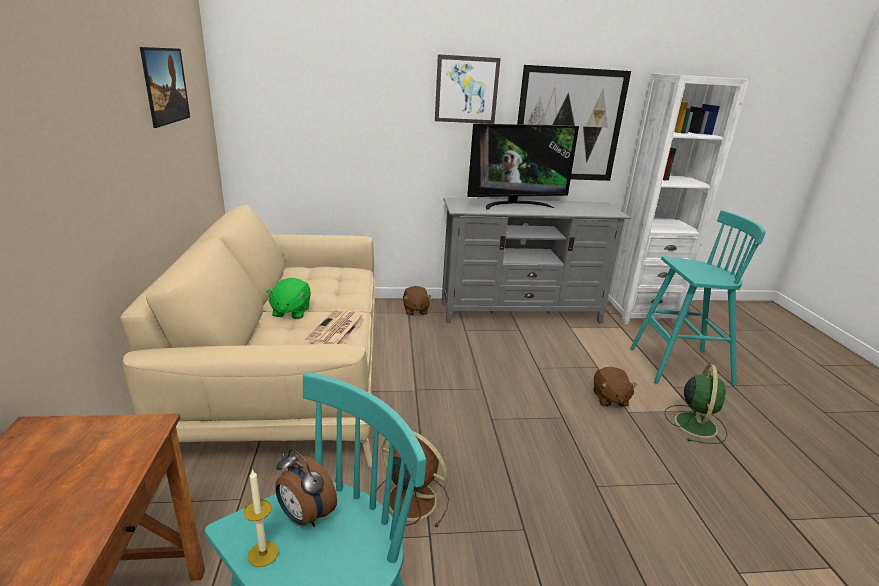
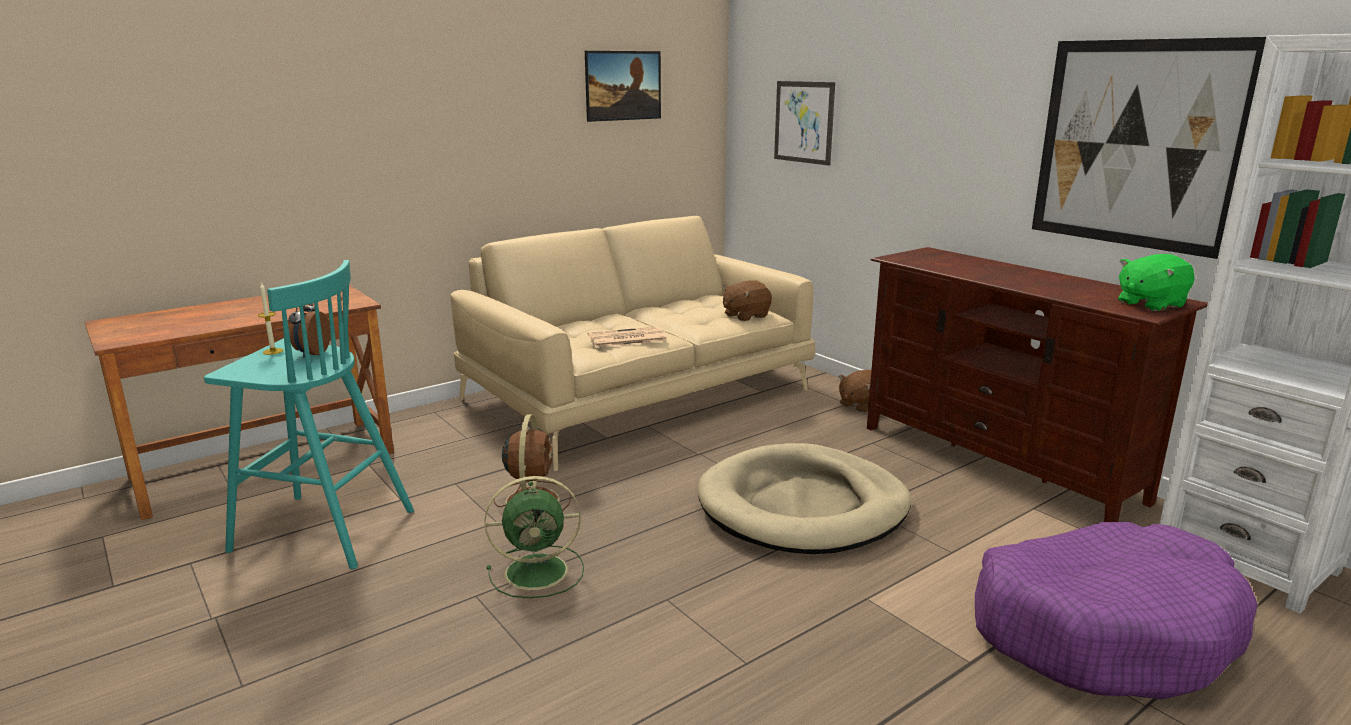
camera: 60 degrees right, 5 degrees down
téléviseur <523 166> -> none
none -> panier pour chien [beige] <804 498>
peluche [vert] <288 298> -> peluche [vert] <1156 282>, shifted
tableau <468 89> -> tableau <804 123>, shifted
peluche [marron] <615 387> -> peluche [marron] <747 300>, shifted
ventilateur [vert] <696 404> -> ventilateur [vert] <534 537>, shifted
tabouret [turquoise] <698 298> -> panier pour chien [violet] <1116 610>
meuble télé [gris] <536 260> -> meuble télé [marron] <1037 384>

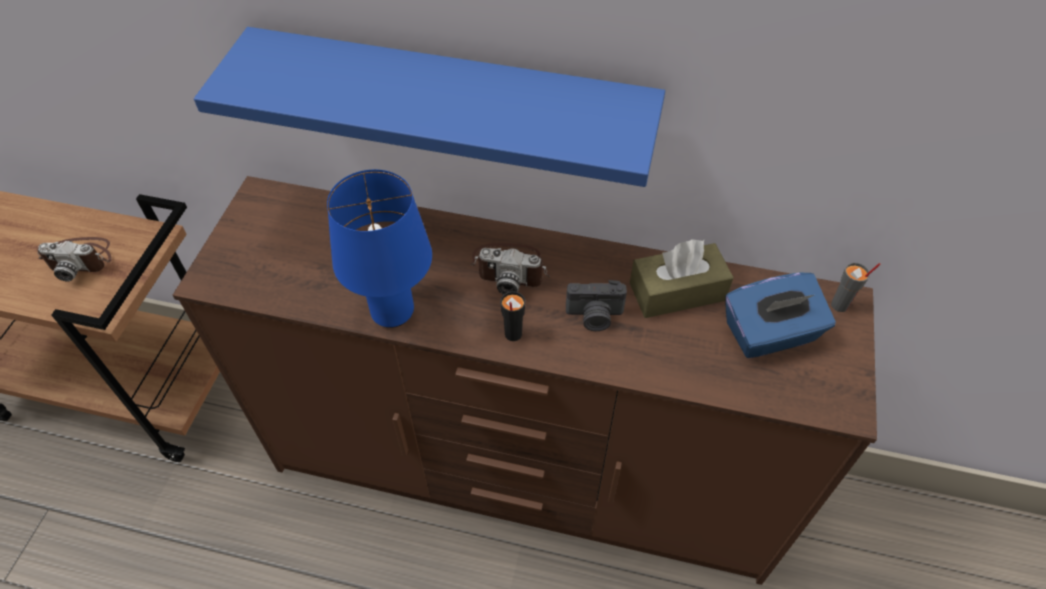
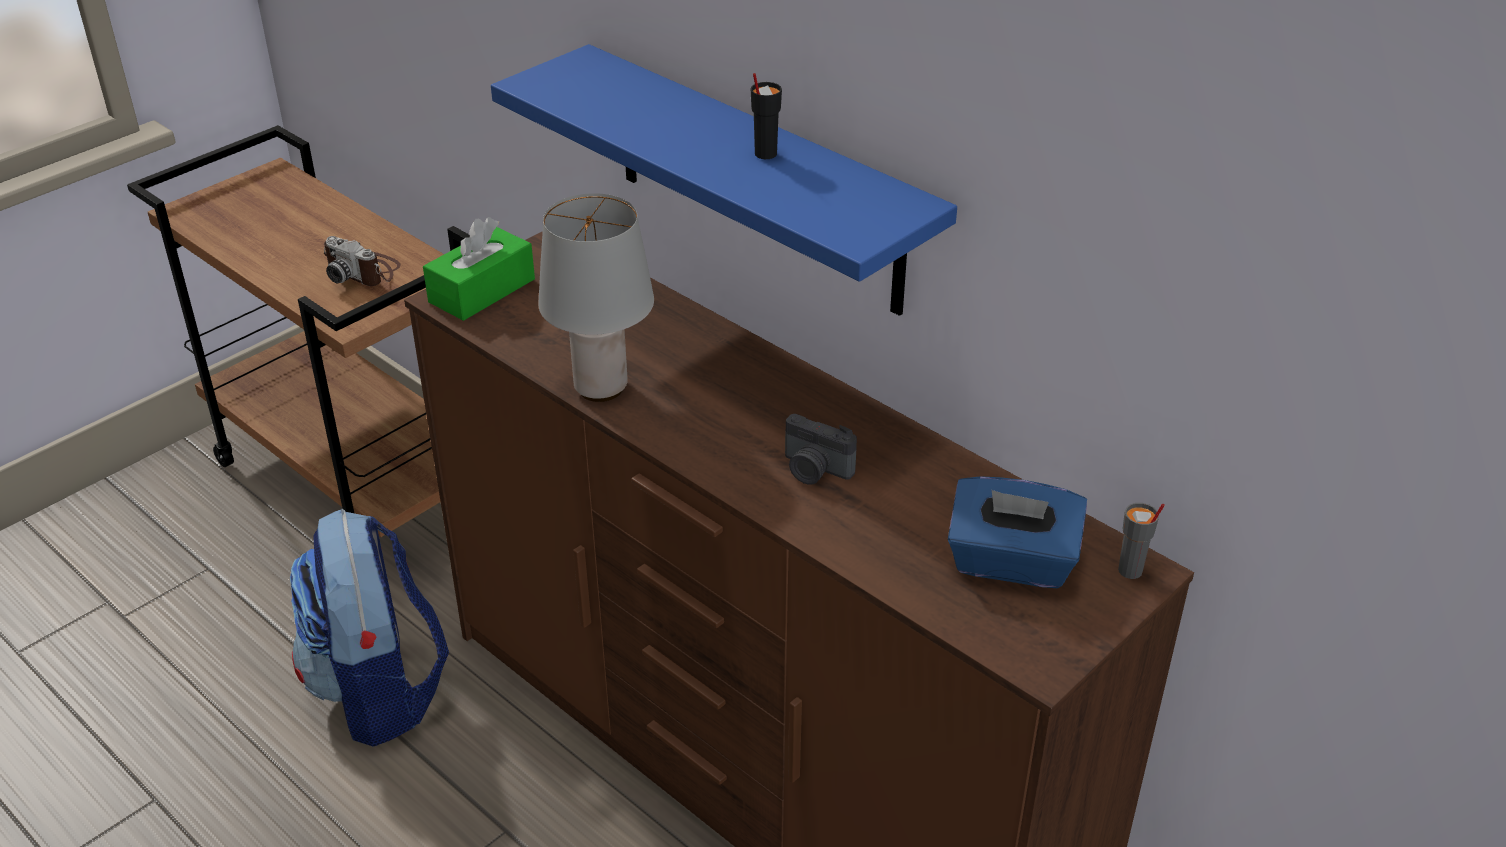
camera: 30 degrees right, 15 degrees down
appareil photo <511 269> -> none
boîte à mouchoirs [marron] <682 278> -> none
none -> sac à dos <369 628>
none -> boîte à mouchoirs [vert] <479 269>
tasse [noir] <512 316> -> tasse [noir] <766 116>, shifted
lampe de table [bleu] <379 249> -> lampe de table [gris] <596 297>

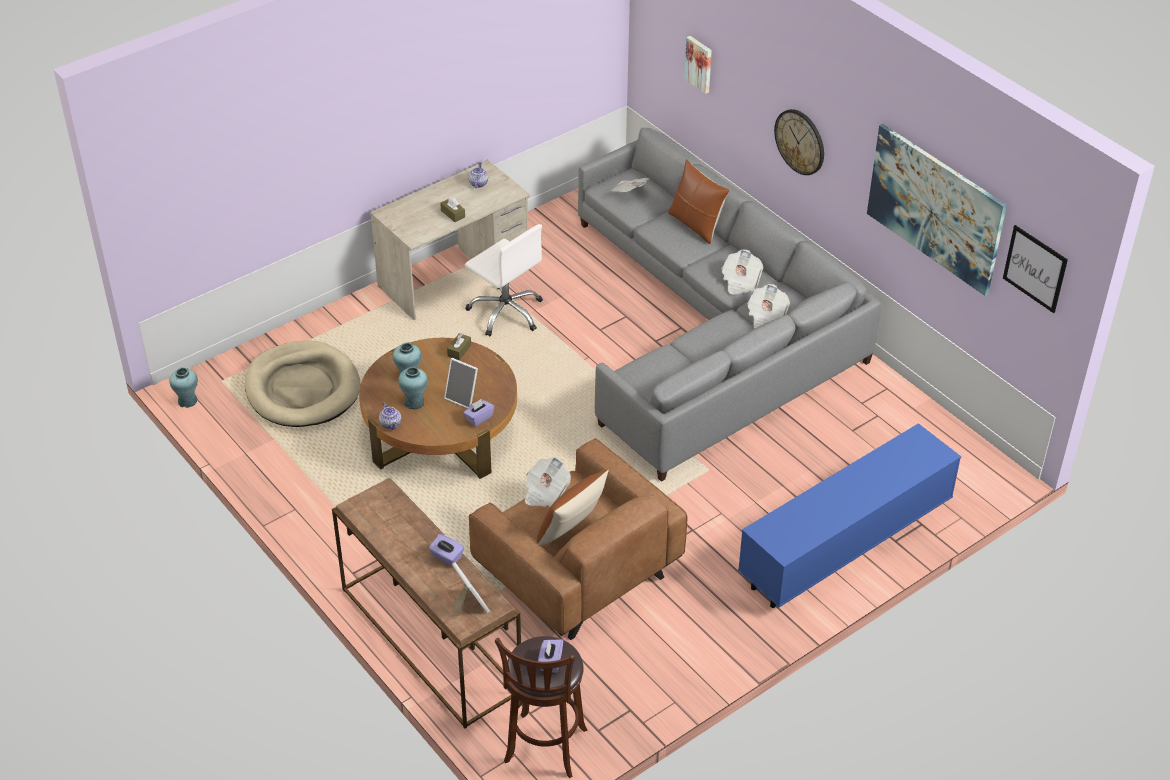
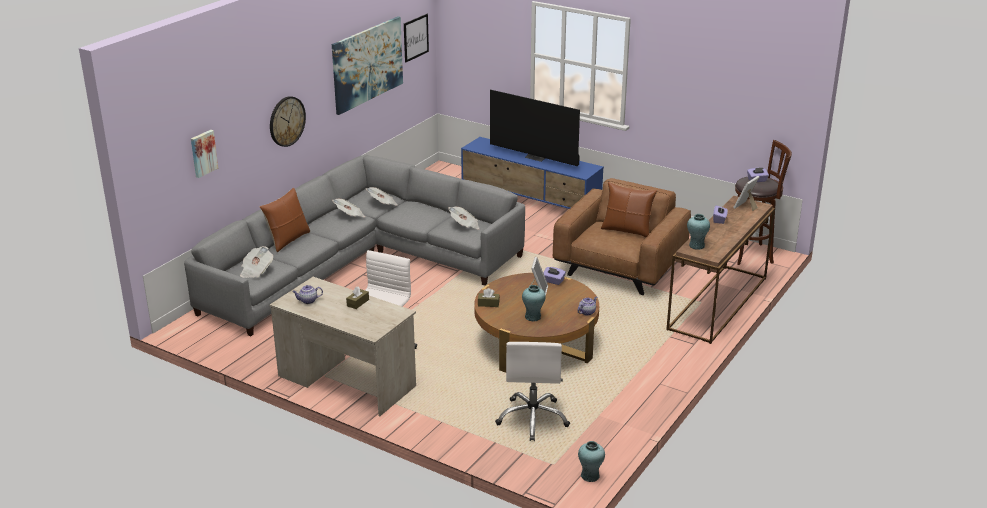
camera: 110 degrees left, 15 degrees down
none -> téléviseur <535 127>
vase [turquoise] <413 388> -> vase [turquoise] <698 232>, shifted
journal <548 482> -> journal <463 218>, shifted
panier pour chien [beige] <303 384> -> chaise de bureau [blanc] <532 391>

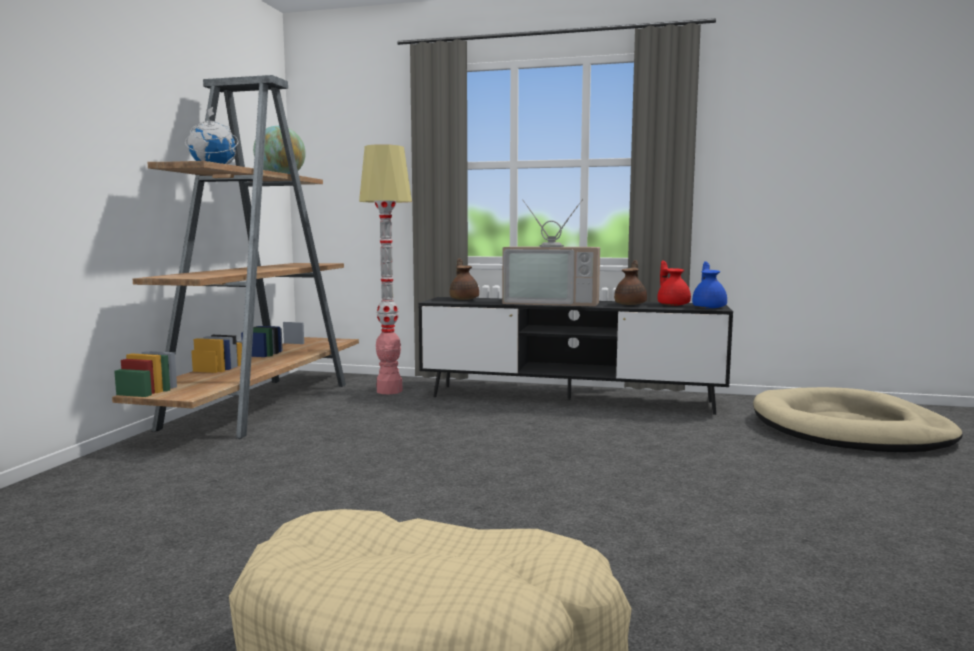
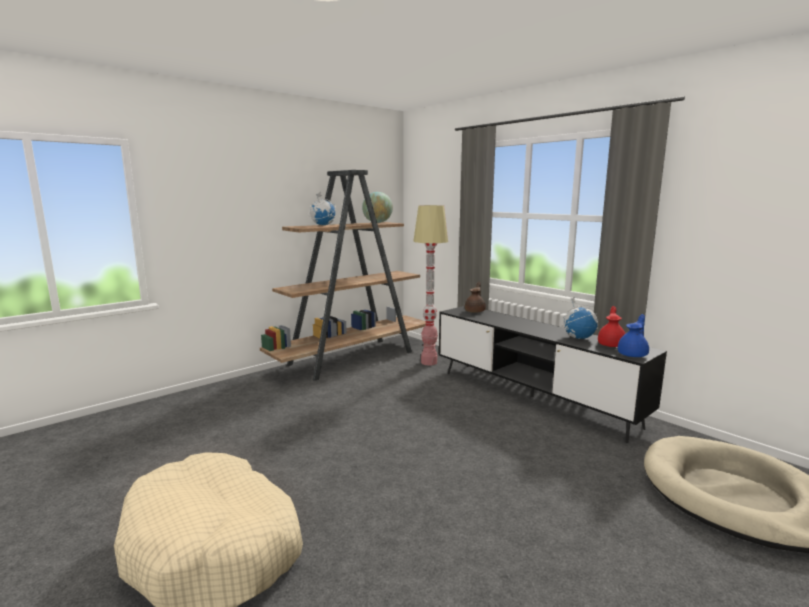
camera: 35 degrees right, 5 degrees up
téléviseur <551 252> -> none
théière [marron] <630 282> -> globe <580 318>

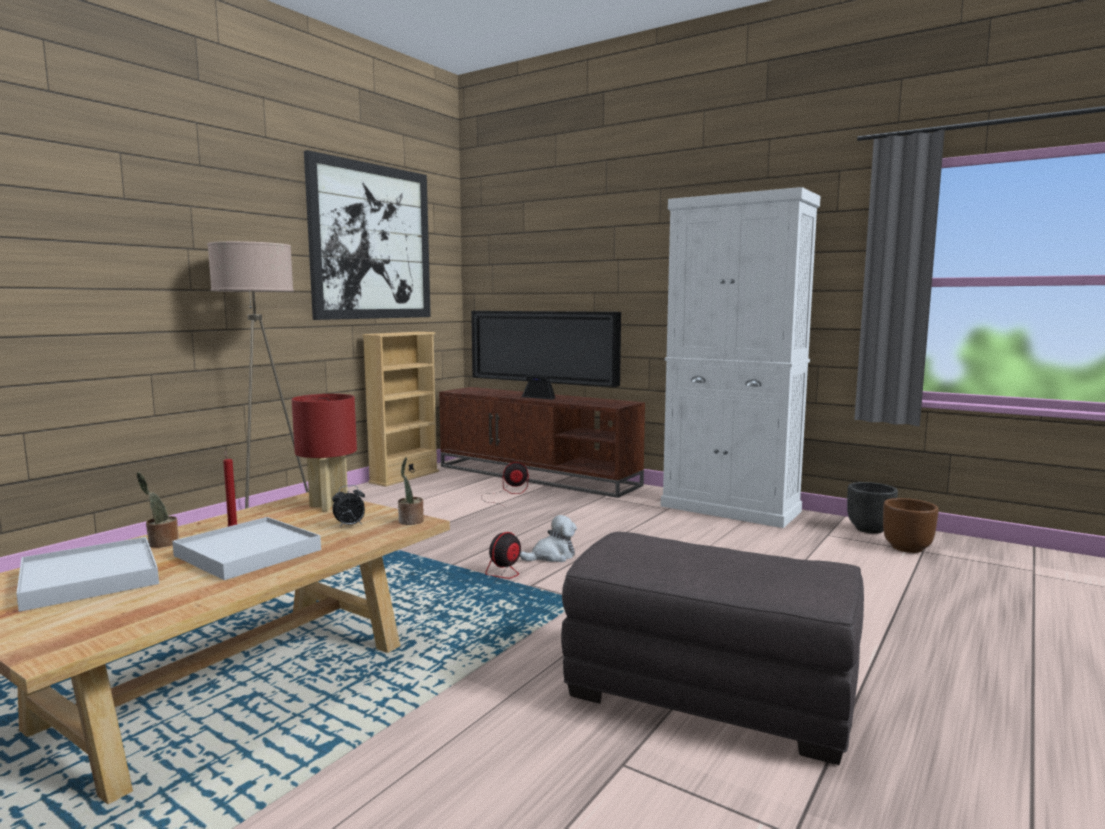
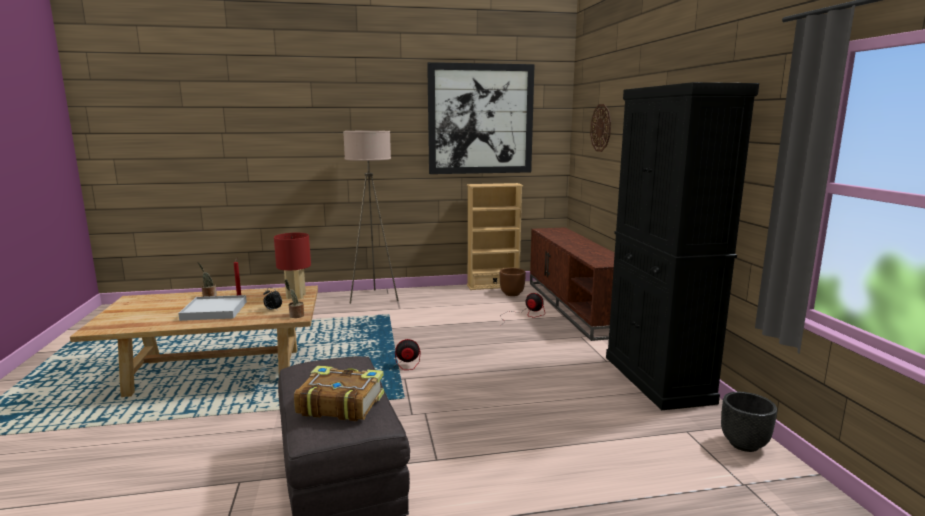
camera: 45 degrees right, 5 degrees up
plateau [blanc] <87 574> -> none
téléviseur <546 355> -> none
peluche <548 538> -> none
none -> livre <339 393>
none -> horloge murale <600 128>
cache-pot [marron] <911 525> -> cache-pot [marron] <513 282>, shifted
meuble de rangement [blanc] <740 357> -> meuble de rangement [noir] <682 246>

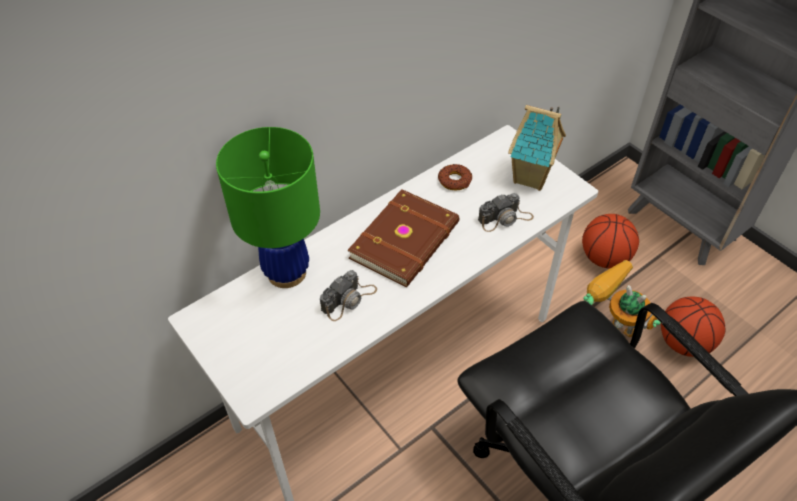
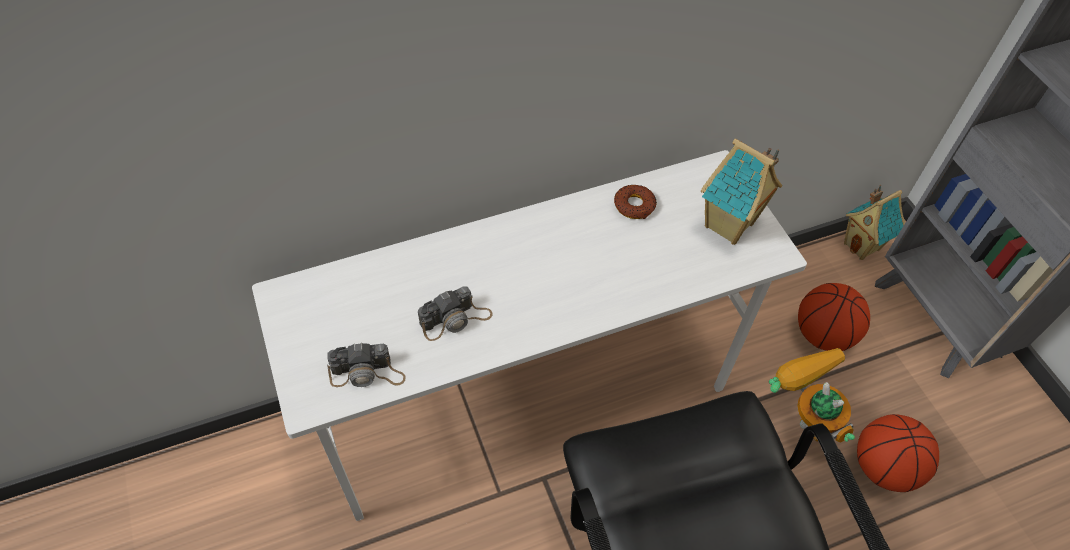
camera: 15 degrees right, 5 degrees up
lampe de table [vert] <268 207> -> none
livre [marron] <403 238> -> none
none -> maison miniature <874 222>
appareil photo <506 212> -> appareil photo <366 365>, shifted

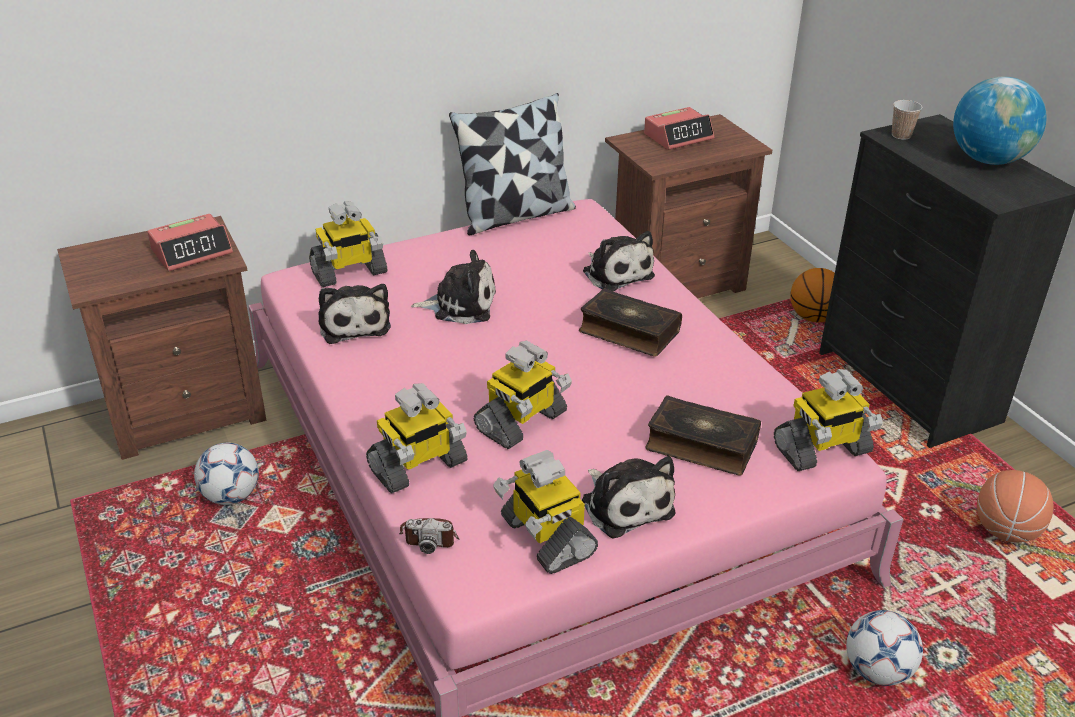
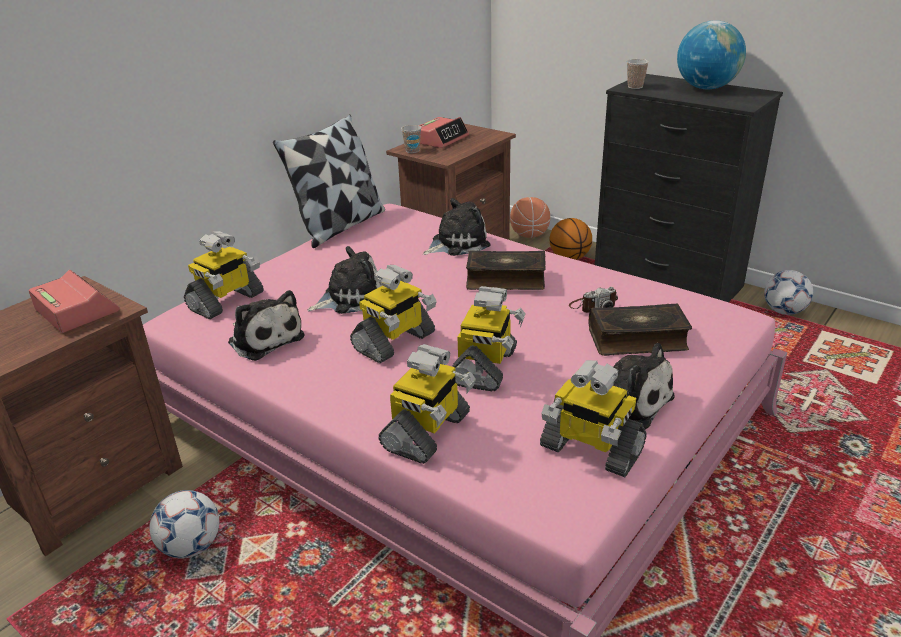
camera: 25 degrees left, 5 degrees down
none -> tasse <411 139>
appareil photo <429 536> -> appareil photo <593 300>, shifted
robot jouet <828 420> -> robot jouet <393 314>, shifted
ballon de foot <884 648> -> ballon de foot <788 292>, shifted
ballon de basket <1015 506> -> ballon de basket <530 217>, shifted
réveil <190 242> -> réveil <74 301>, 75 degrees counterclockwise
peluche <619 261> -> peluche <456 227>, 60 degrees counterclockwise

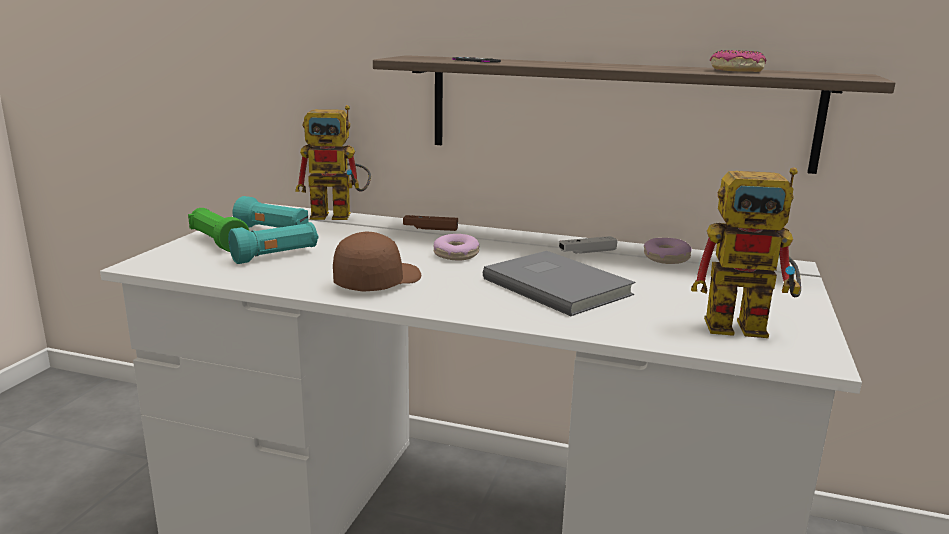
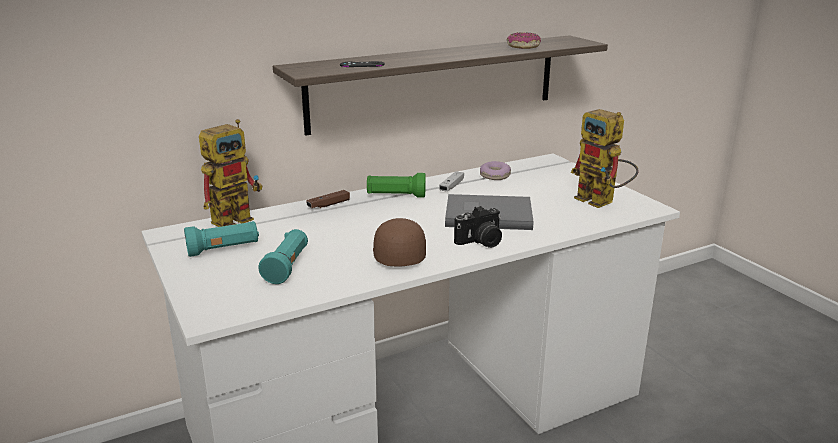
camera: 45 degrees left, 5 degrees up
beignet <456 247> -> none
none -> appareil photo <478 227>
lampe de poche [vert] <218 230> -> lampe de poche [vert] <396 185>, shifted
robot jouet <746 253> -> robot jouet <605 158>, 90 degrees clockwise

